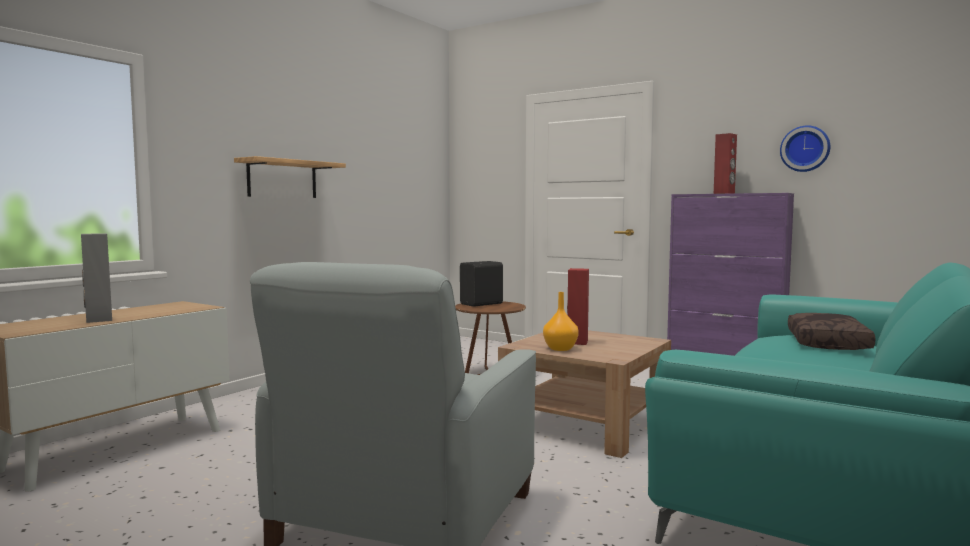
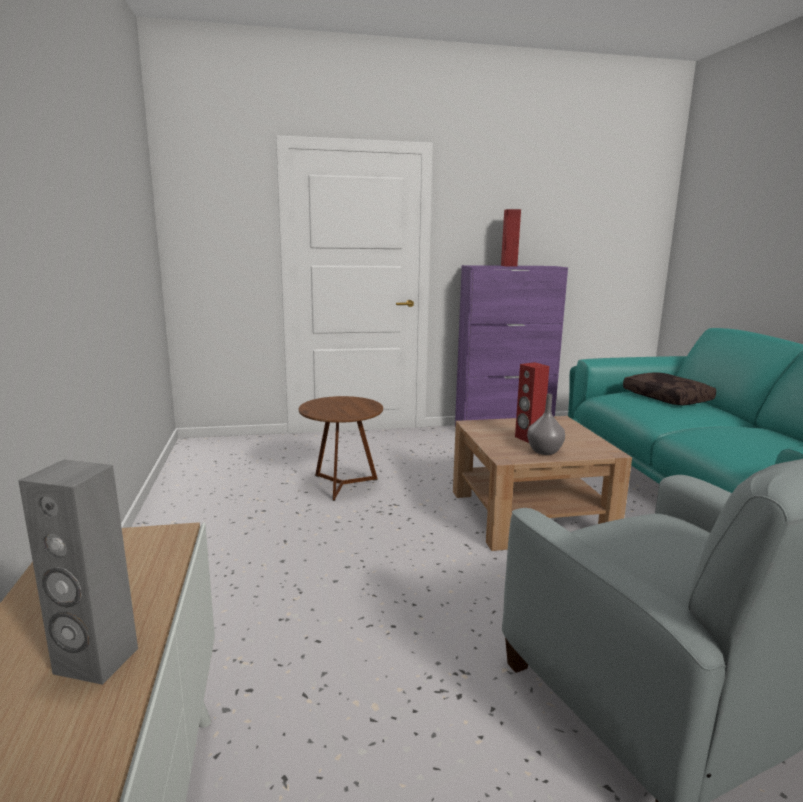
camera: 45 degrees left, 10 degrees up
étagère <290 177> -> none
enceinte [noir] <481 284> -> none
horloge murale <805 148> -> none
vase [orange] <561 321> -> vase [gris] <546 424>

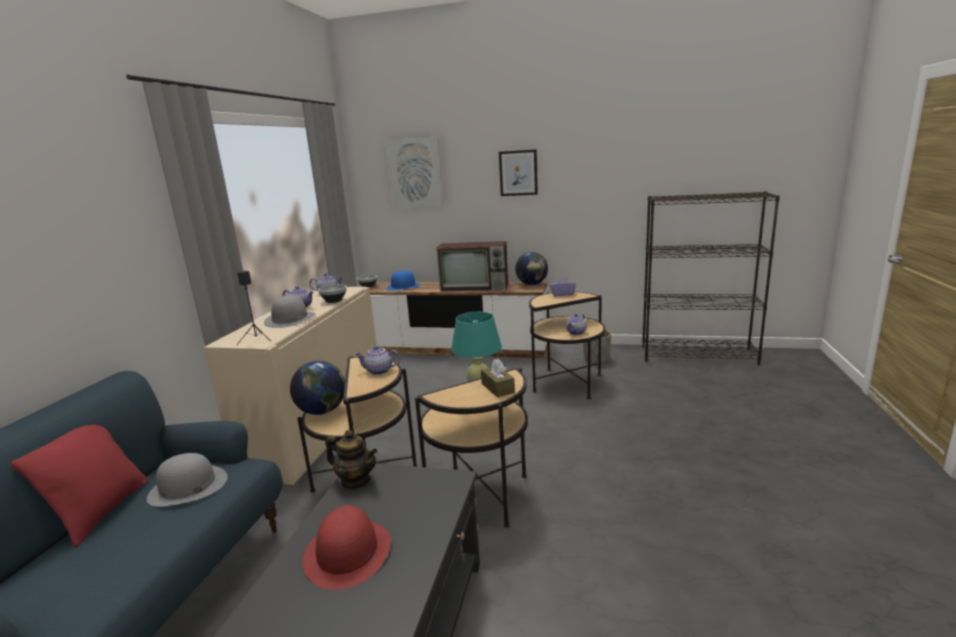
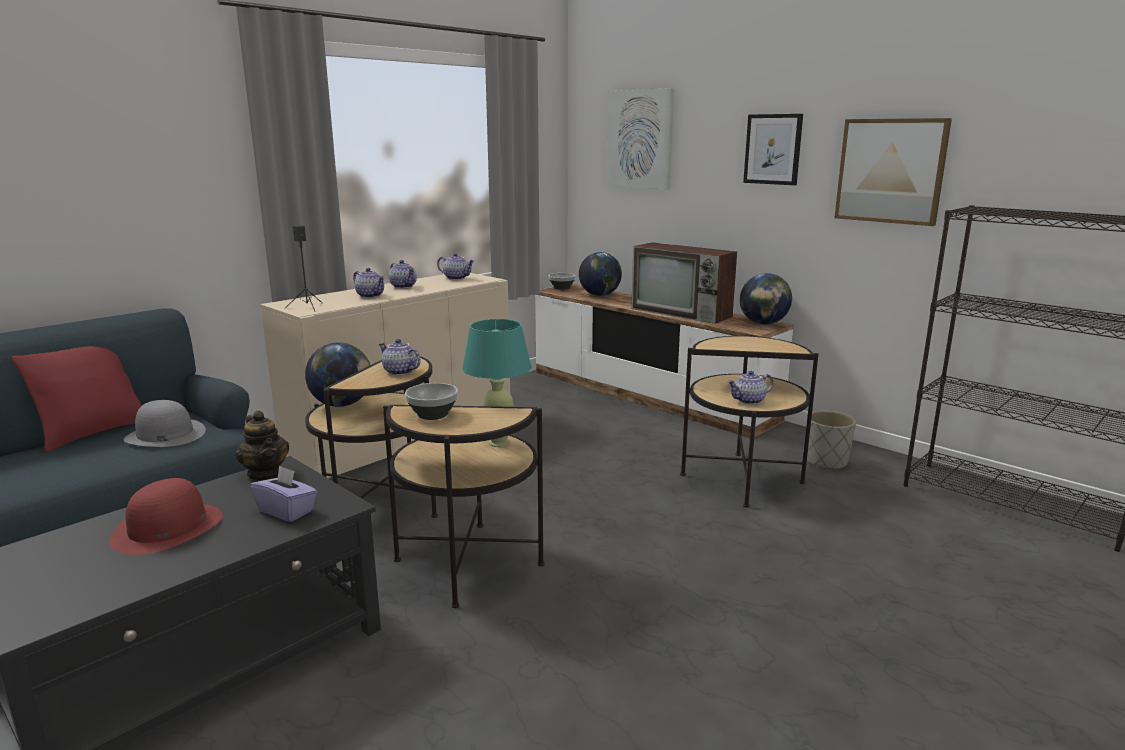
camera: 30 degrees right, 0 degrees up
boîte à mouchoirs [marron] <498 378> -> none
none -> tableau <893 172>
bol <332 293> -> bol <431 401>, shifted
boîte à mouchoirs [violet] <563 285> -> boîte à mouchoirs [violet] <283 493>, shifted
chapeau [gris] <289 311> -> théière <369 283>
chapeau [bleu] <403 281> -> globe <600 274>

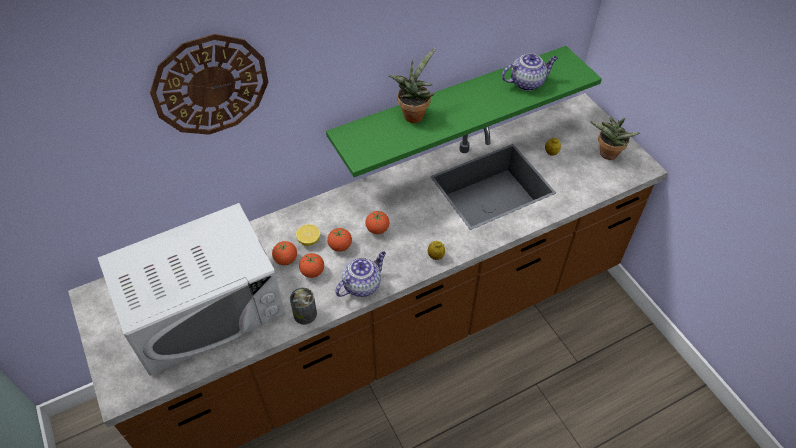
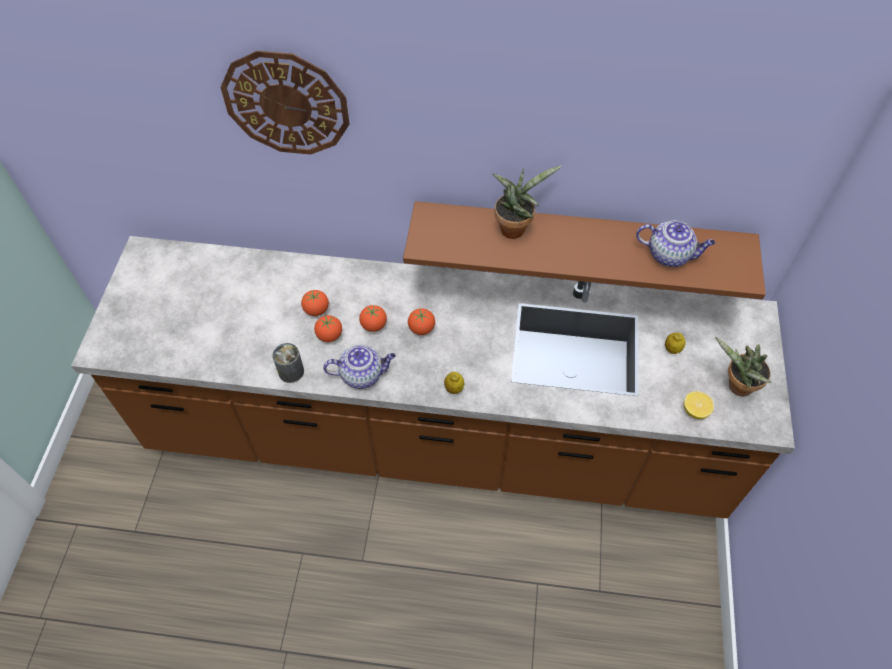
camera: 35 degrees right, 5 degrees up
micro-ondes [blanc] <192 289> -> none
citron <308 235> -> citron <699 405>, shifted
étagère [vert] <464 111> -> étagère [marron] <584 250>

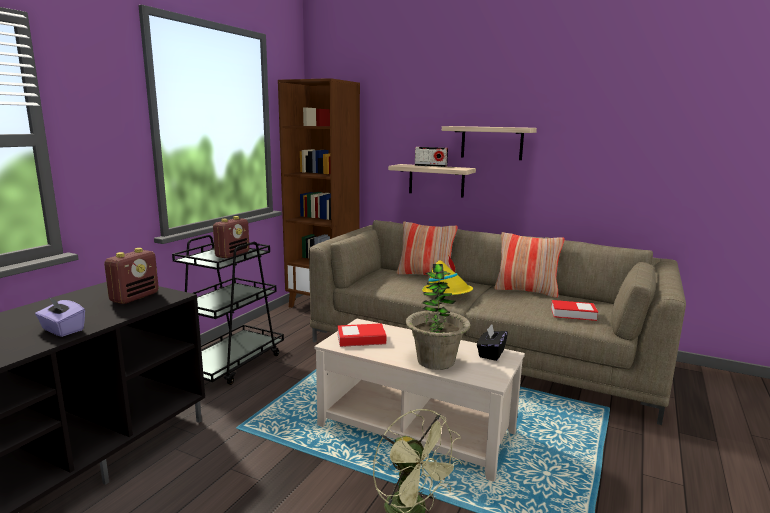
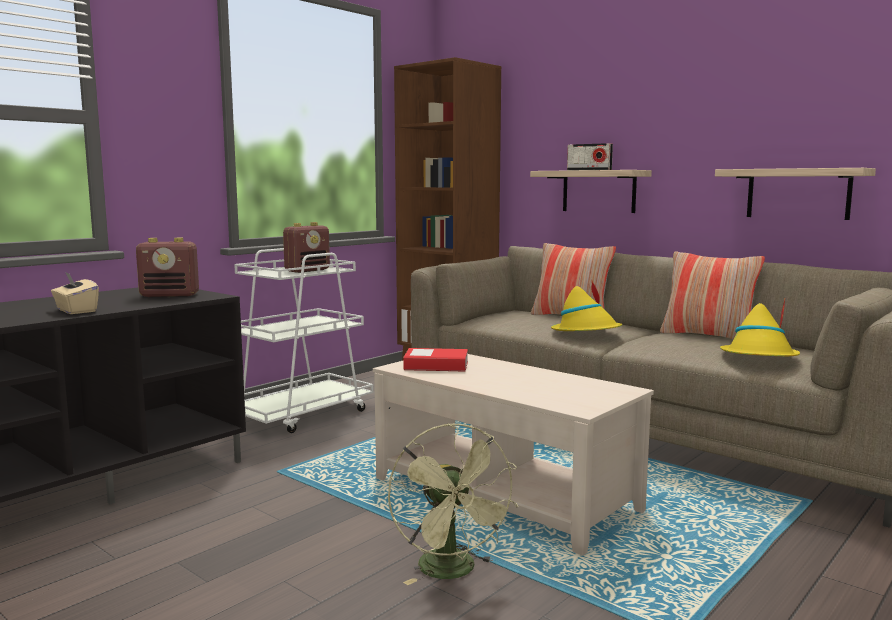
camera: 15 degrees right, 5 degrees down
plante en pot <438 317> -> none
boîte à mouchoirs [noir] <492 343> -> none
étagère <489 143> -> étagère <795 194>, shifted
livre <574 310> -> chapeau [jaune] <760 327>
boîte à mouchoirs [violet] <60 317> -> boîte à mouchoirs [beige] <75 293>
chariot [noir] <228 310> -> chariot [blanc] <303 340>
radio <131 276> -> radio <167 267>, 45 degrees clockwise

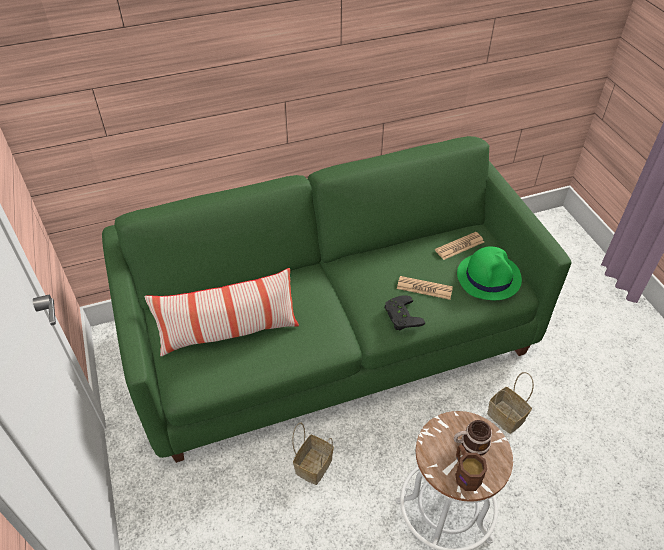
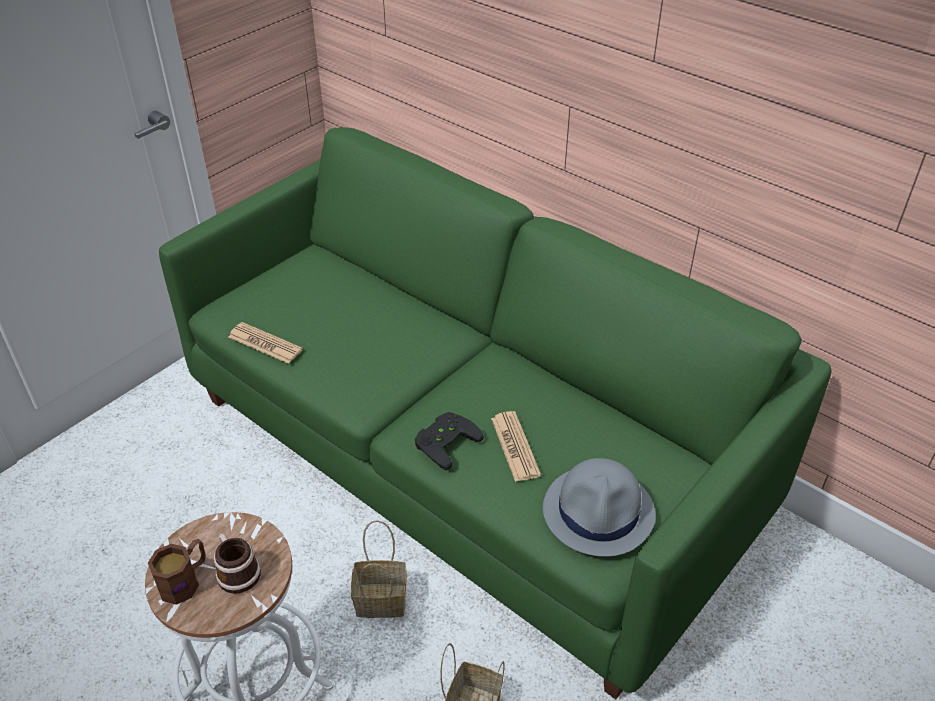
camera: 60 degrees right, 5 degrees down
coussin <221 312> -> none
panier <313 454> -> panier <379 569>, shifted
journal <459 246> -> journal <265 343>, shifted
chapeau [vert] <489 273> -> chapeau [gris] <599 507>

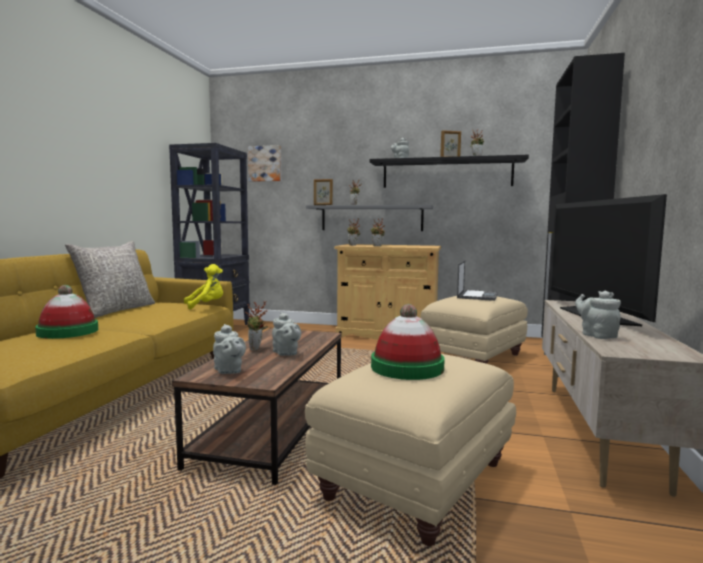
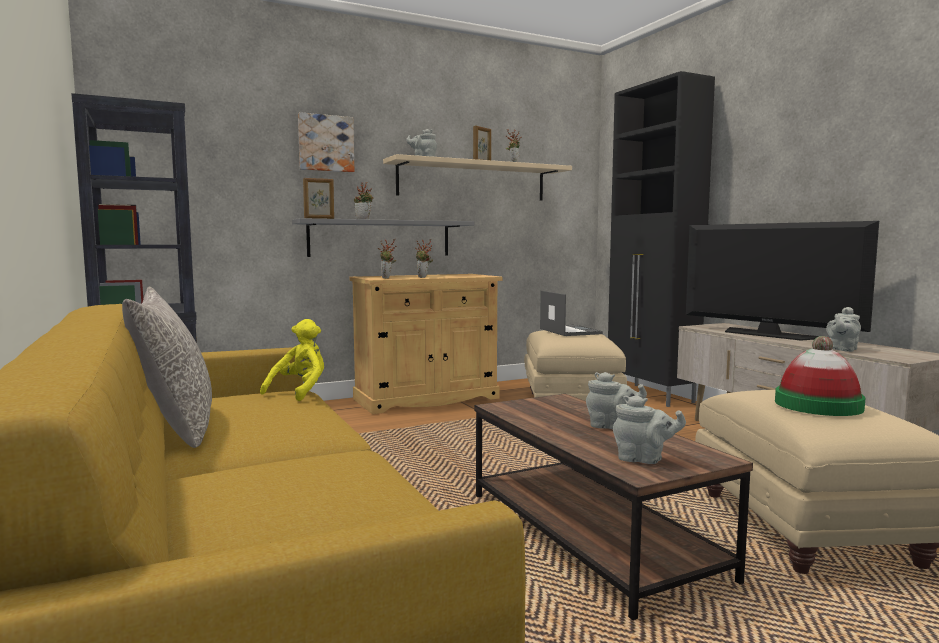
camera: 40 degrees left, 0 degrees up
chapeau <66 312> -> none
plante en pot <256 326> -> none
tableau <264 163> -> tableau <326 142>, shifted
étagère [noir] <449 171> -> étagère [beige] <477 177>
théière [gris] <598 315> -> théière [gris] <843 329>, 75 degrees counterclockwise

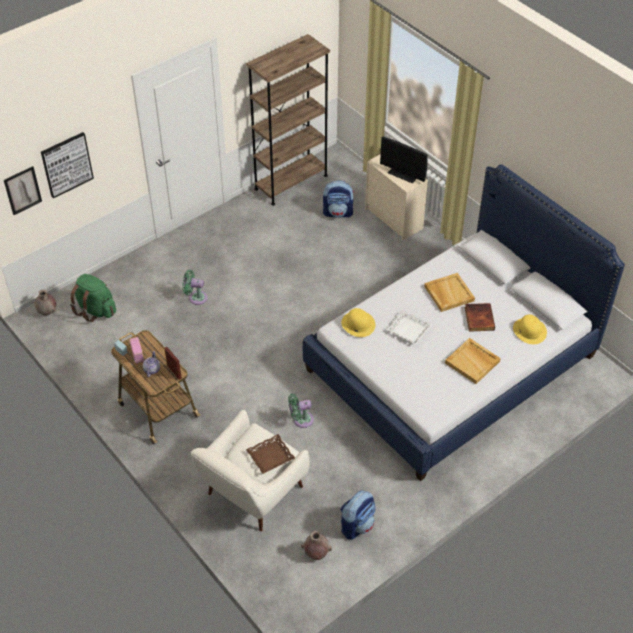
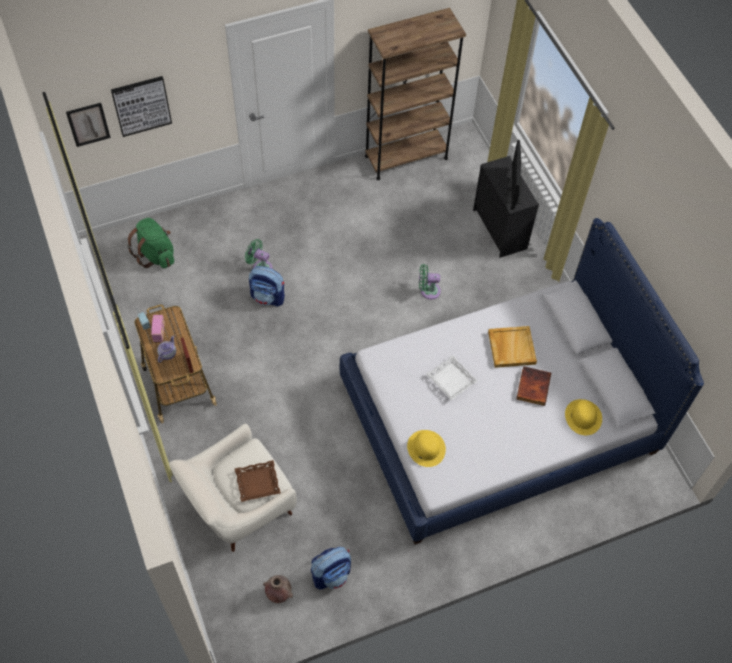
camera: 15 degrees right, 10 degrees up
vase [marron] <45 302> -> none
plateau [beige] <473 361> -> none
ventilateur [vert] <301 411> -> ventilateur [vert] <430 282>, shifted
sac à dos <338 199> -> sac à dos <267 286>, shifted
chapeau [jaune] <358 322> -> chapeau [jaune] <426 448>, shifted
commode [beige] <396 197> -> commode [noir] <506 207>
écran d'ordinateur <404 159> -> écran d'ordinateur <514 175>, 45 degrees clockwise

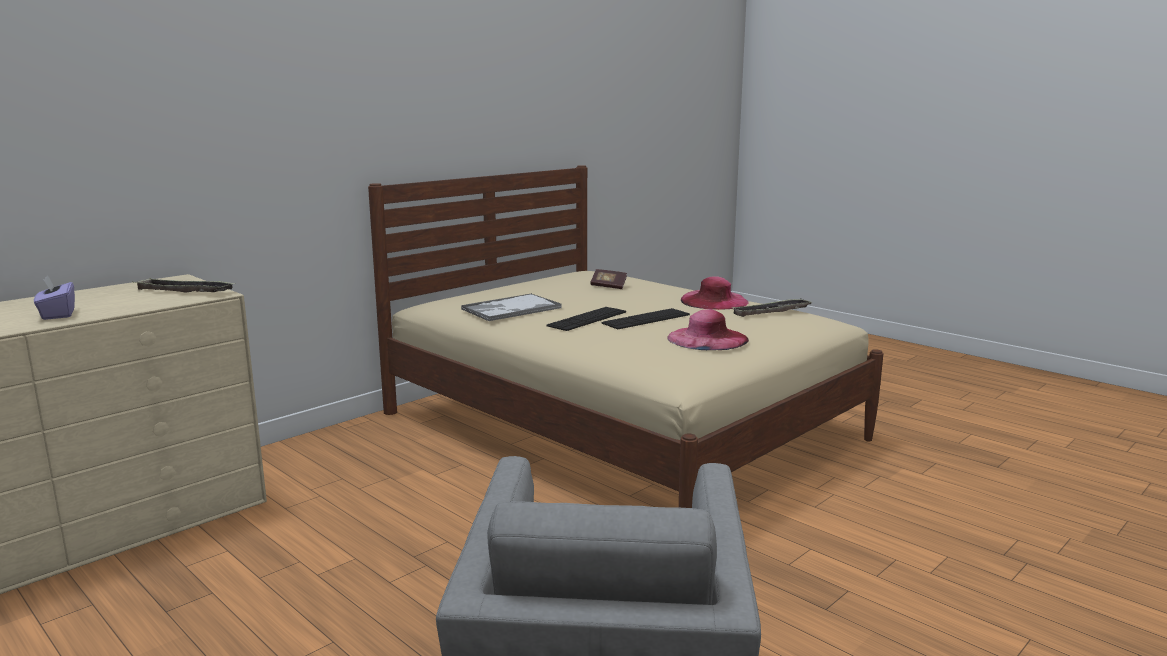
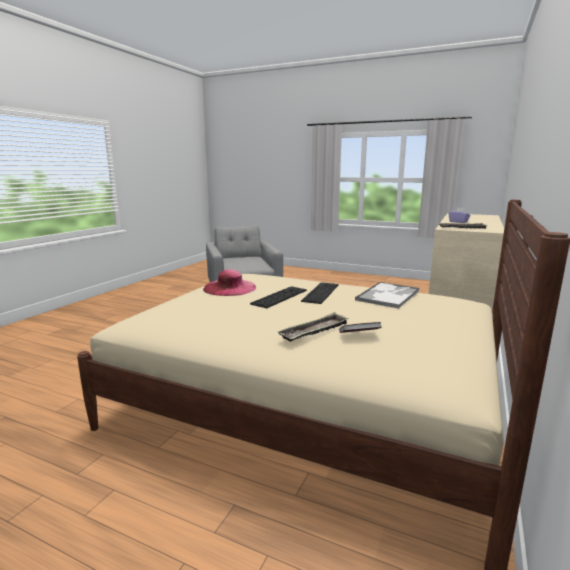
camera: 160 degrees right, 0 degrees up
chapeau [rose] <715 293> -> none
plateau <771 308> -> plateau <313 327>, shifted

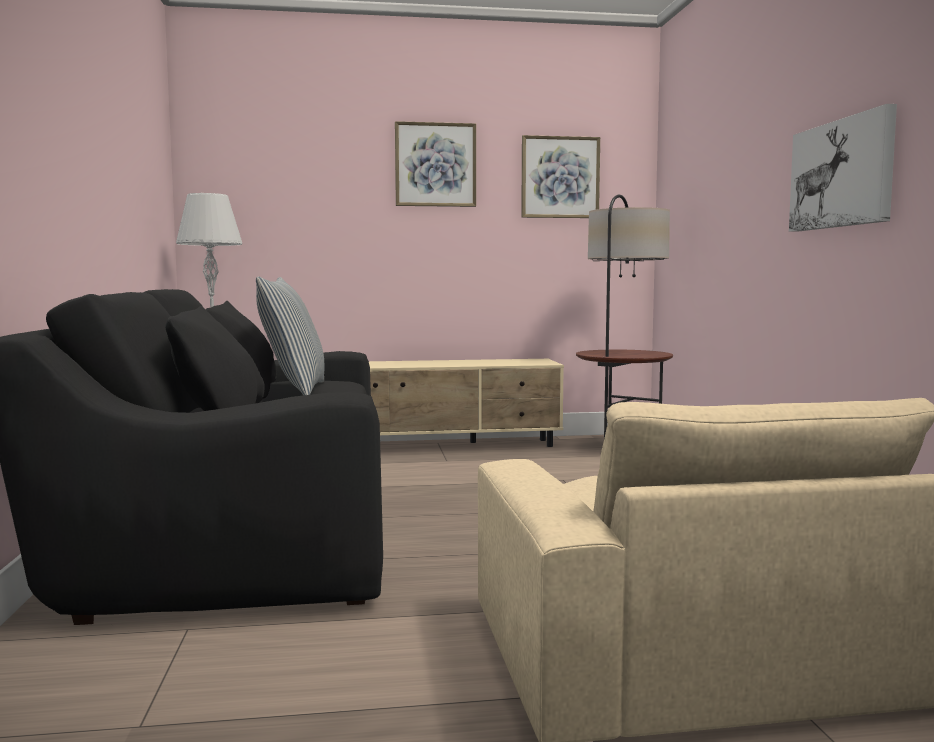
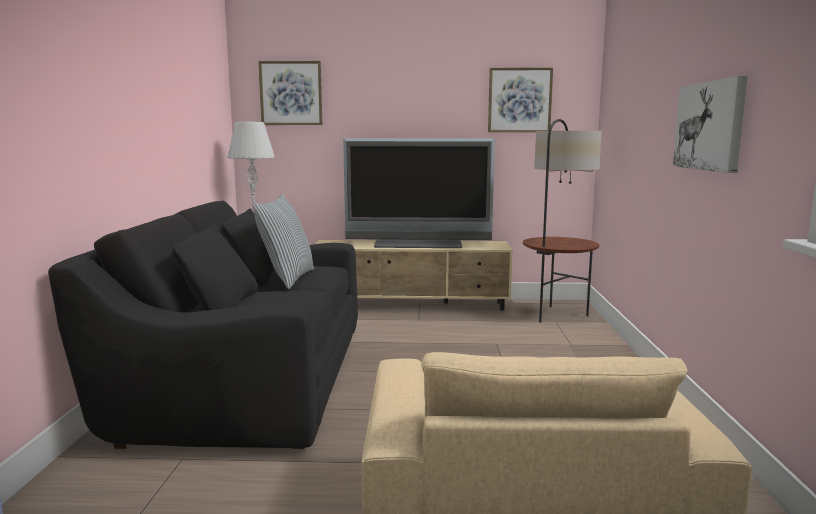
camera: 10 degrees right, 5 degrees up
none -> téléviseur <419 193>
tableau <435 164> -> tableau <290 93>, shifted

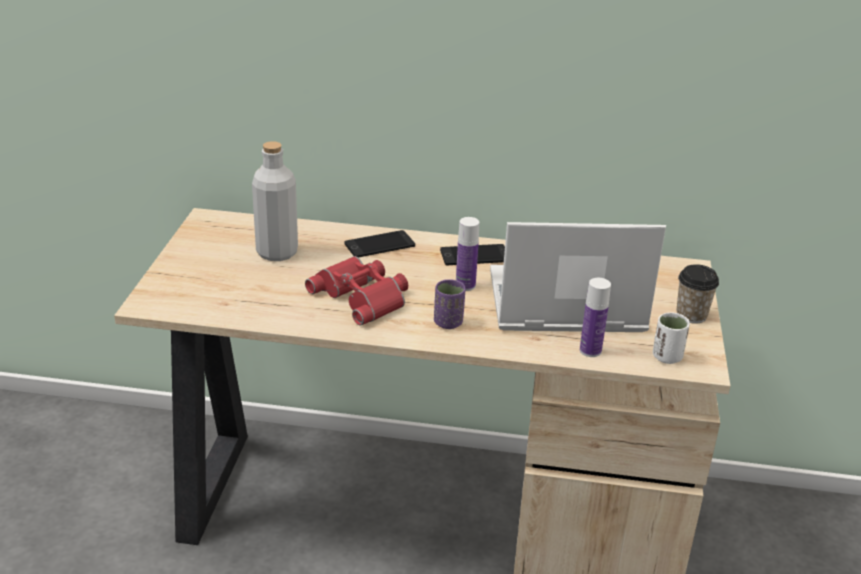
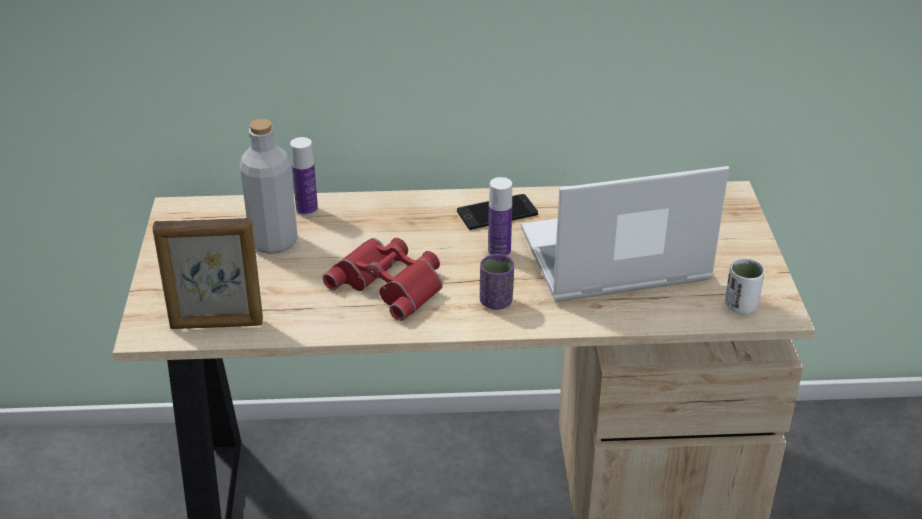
camera: 10 degrees left, 5 degrees up
téléphone <380 244> -> none
tasse <697 294> -> none
none -> cadre photo <207 273>
bouteille <595 317> -> bouteille <304 176>, shifted

